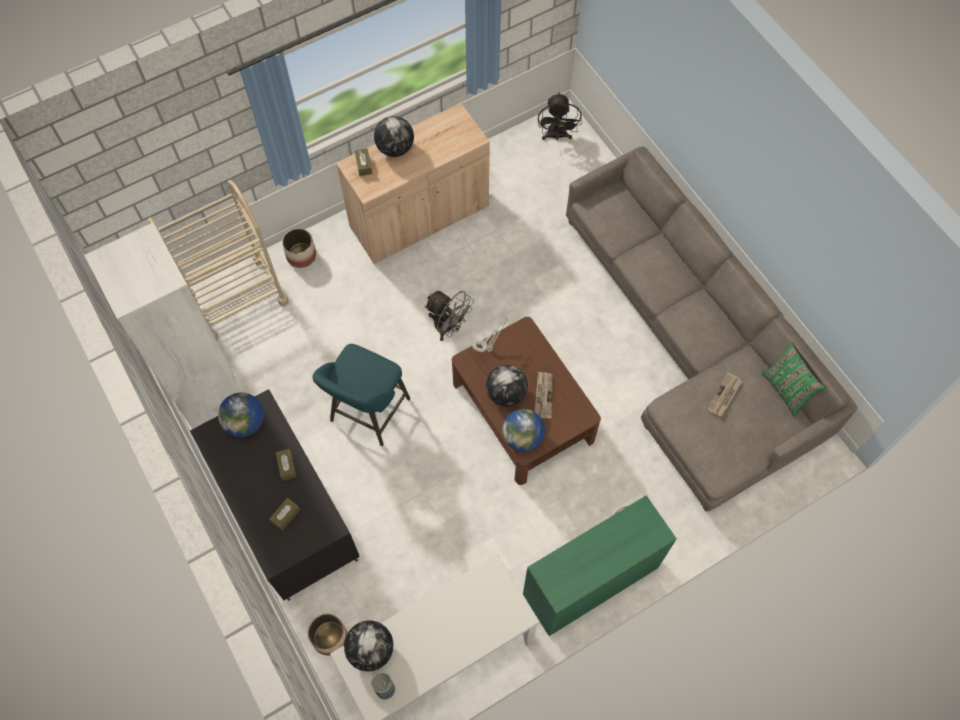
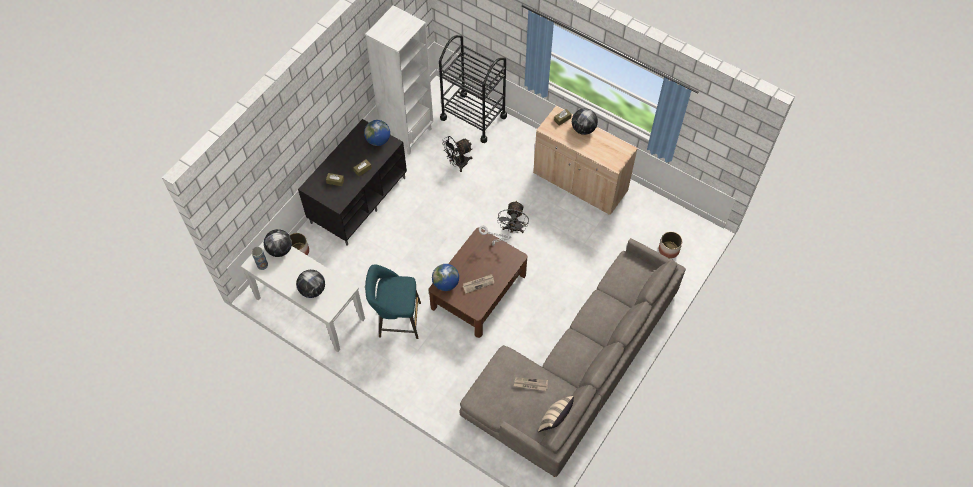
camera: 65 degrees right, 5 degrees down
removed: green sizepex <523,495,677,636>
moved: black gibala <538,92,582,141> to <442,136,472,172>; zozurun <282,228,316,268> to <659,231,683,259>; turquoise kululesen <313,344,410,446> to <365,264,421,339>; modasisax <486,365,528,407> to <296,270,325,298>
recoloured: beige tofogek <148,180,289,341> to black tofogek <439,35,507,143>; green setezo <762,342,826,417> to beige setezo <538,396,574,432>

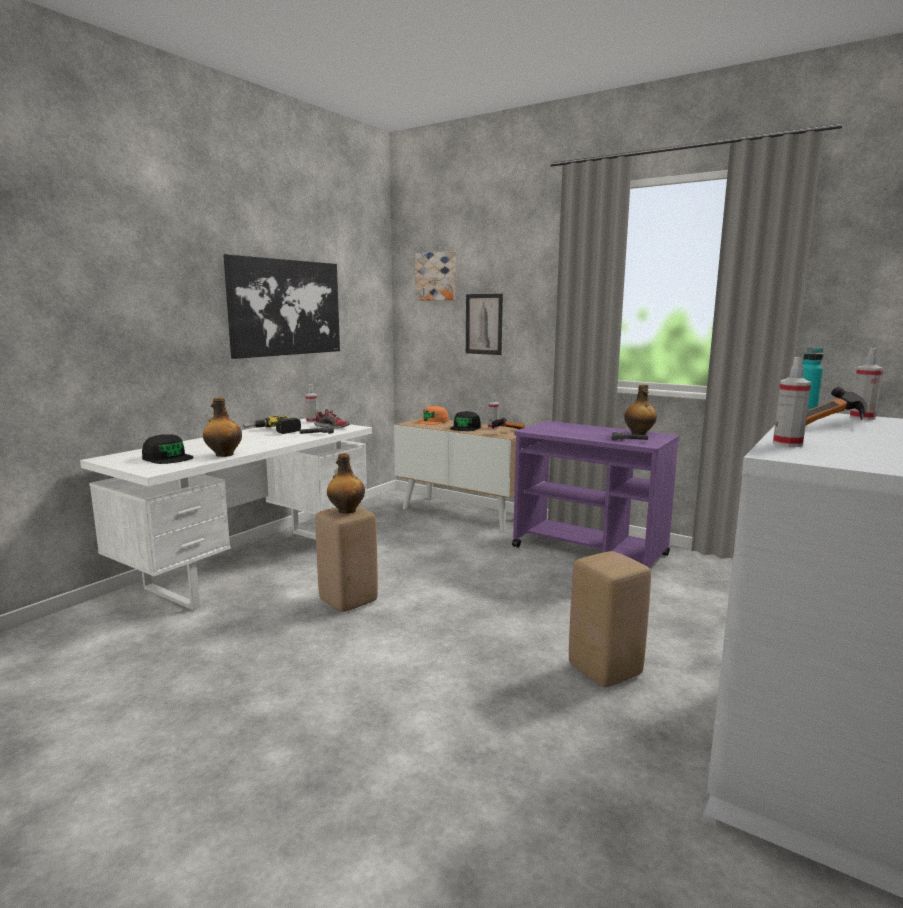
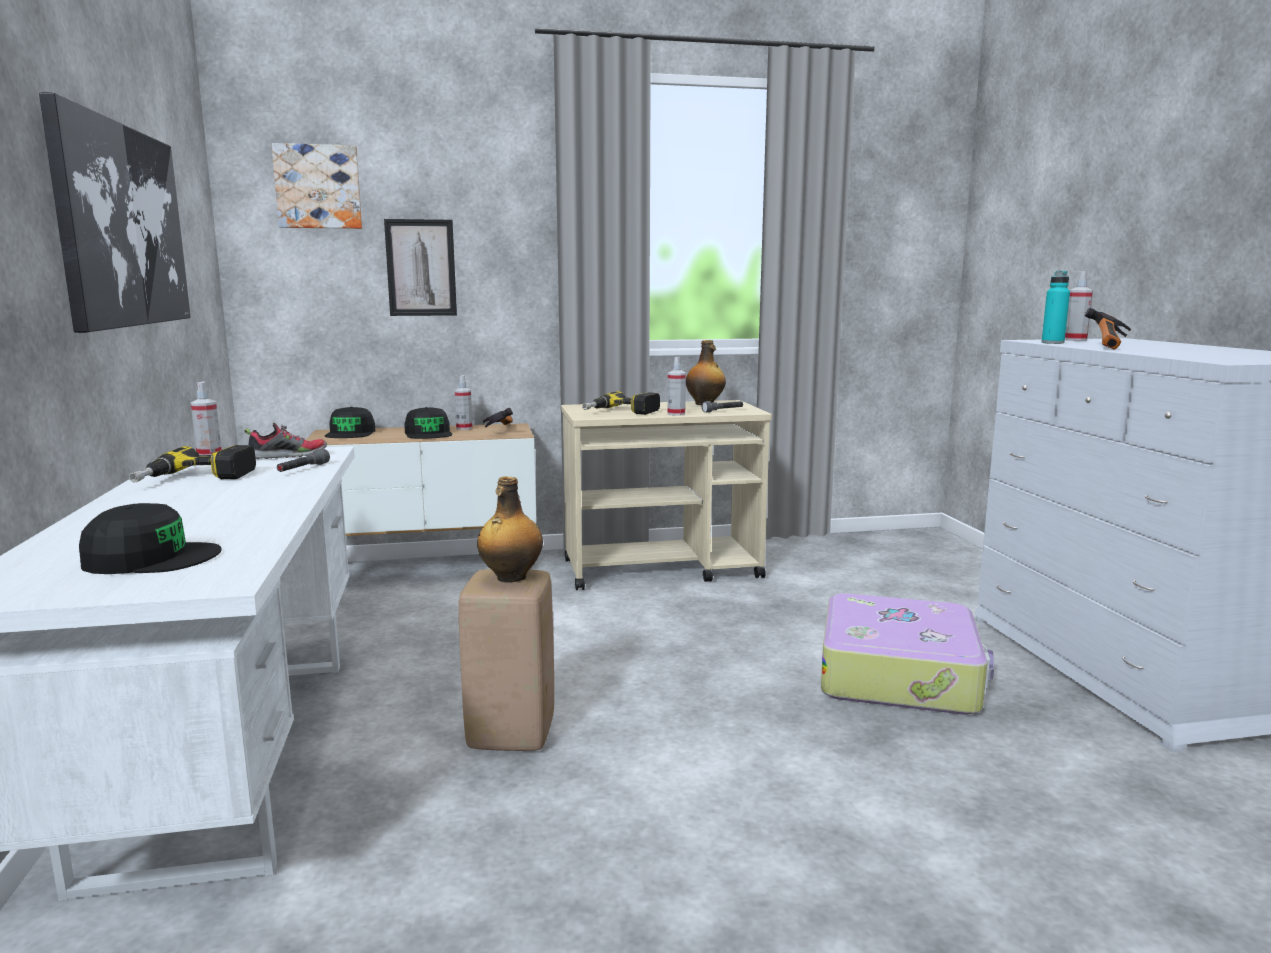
camera: 45 degrees left, 0 degrees up
removed: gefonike <203,397,242,457>
added: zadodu <582,391,660,415>
moved: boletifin <773,357,811,447> to <668,357,686,416>
replaced: beige kululesen <569,551,651,687> to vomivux <821,593,994,715>
recoloured: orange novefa <416,406,449,424> to black novefa <325,407,375,438>; purple tofogek <512,421,680,567> to beige tofogek <561,400,772,590>

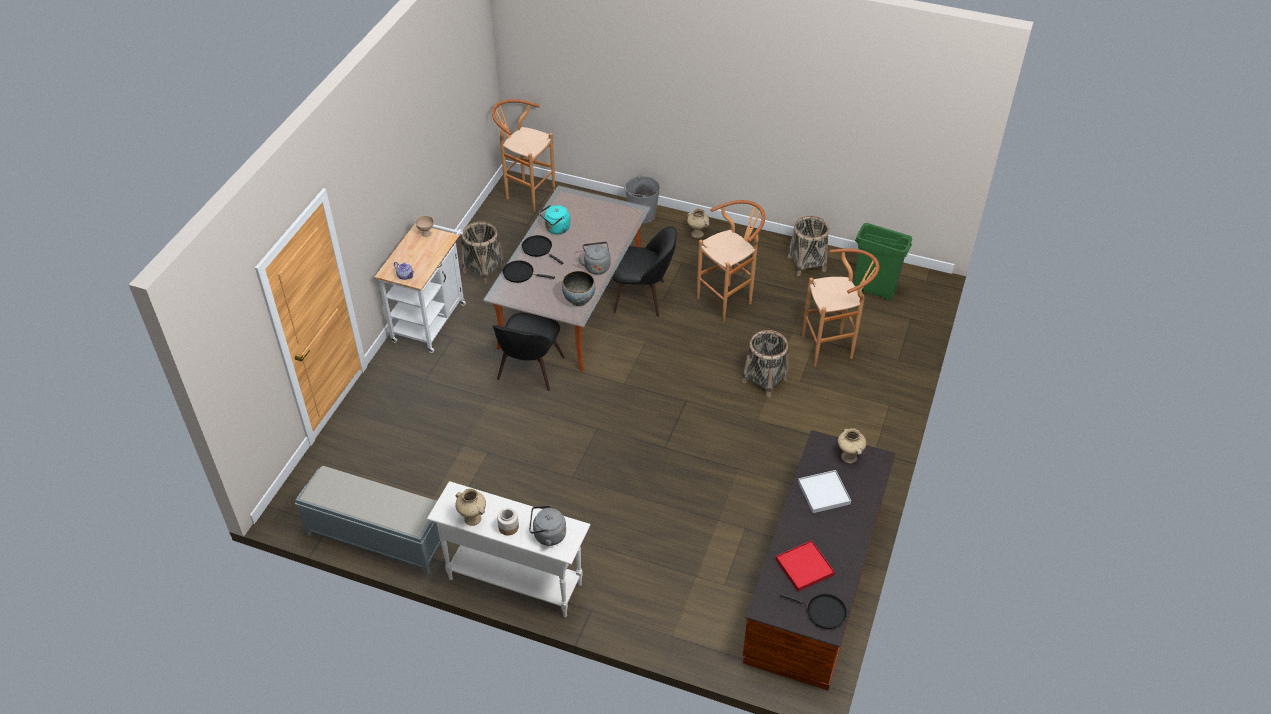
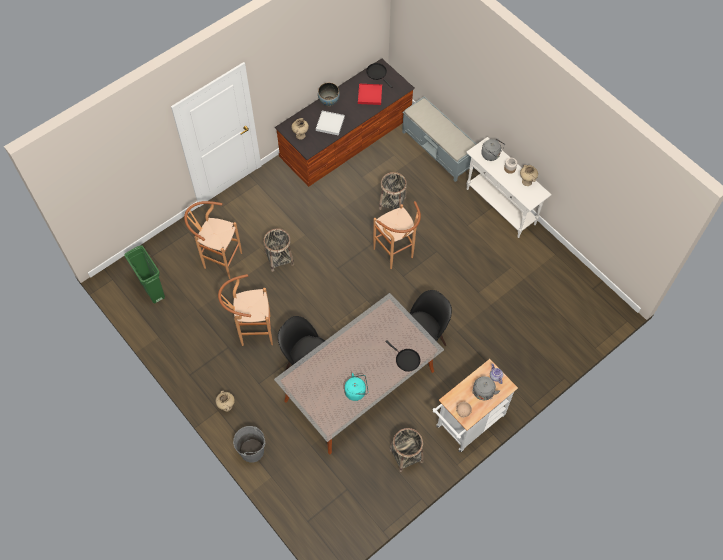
camera: 150 degrees left, 15 degrees up
removed: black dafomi <522,235,564,264>
moved: brown kululesen <492,99,555,212> to <373,201,421,269>; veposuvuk <788,216,829,276> to <379,172,407,210>; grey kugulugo <578,242,611,274> to <472,376,500,400>; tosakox <562,271,595,306> to <318,83,340,106>; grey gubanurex <295,466,448,575> to <402,97,476,182>

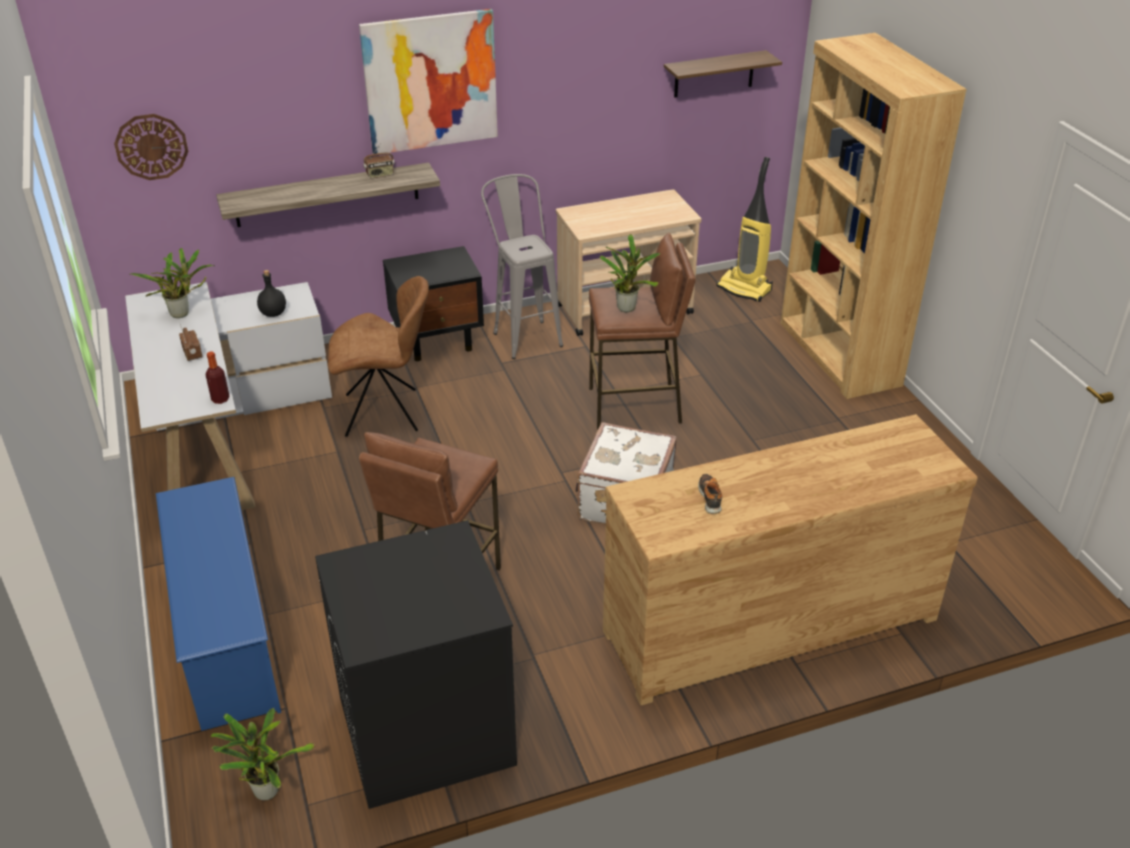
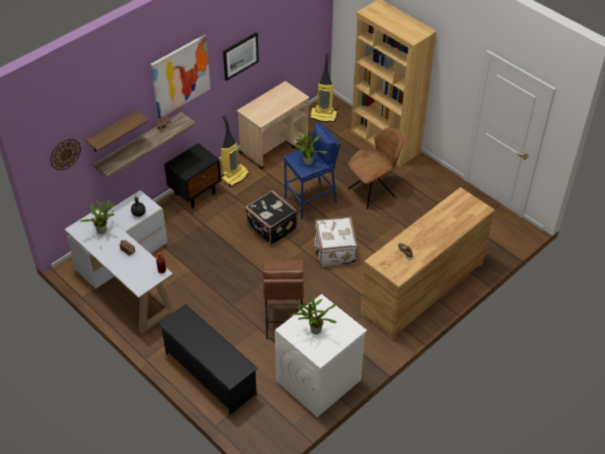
camera: 25 degrees left, 10 degrees up
added: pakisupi <223,32,259,81>; black vomivux <245,190,297,245>
moved: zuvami <664,50,782,97> to <85,110,150,152>; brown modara <328,276,429,437> to <348,127,403,209>; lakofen <210,708,314,800> to <291,296,336,334>
replaced: grey kululesen <481,174,563,359> to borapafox <221,115,250,187>
recoloured: brown kululesen <589,233,696,430> to blue kululesen <283,122,340,219>; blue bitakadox <156,477,281,731> to black bitakadox <158,304,258,414>; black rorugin <315,520,517,809> to white rorugin <275,294,367,417>

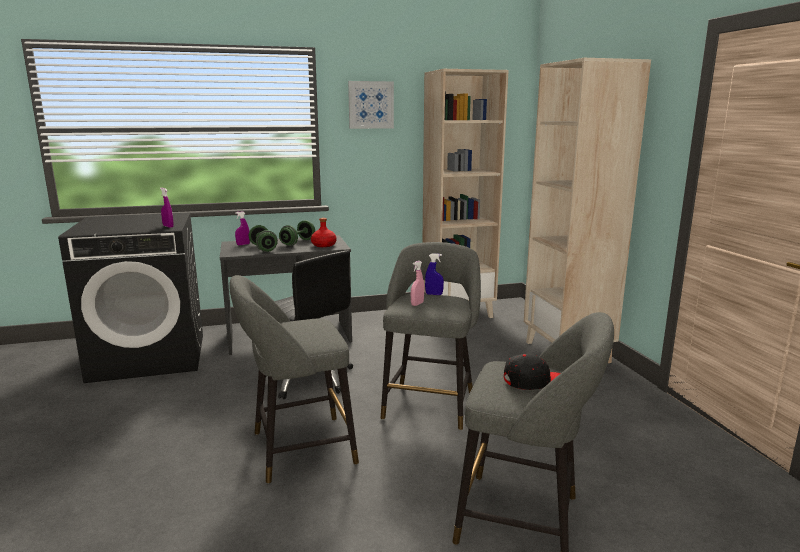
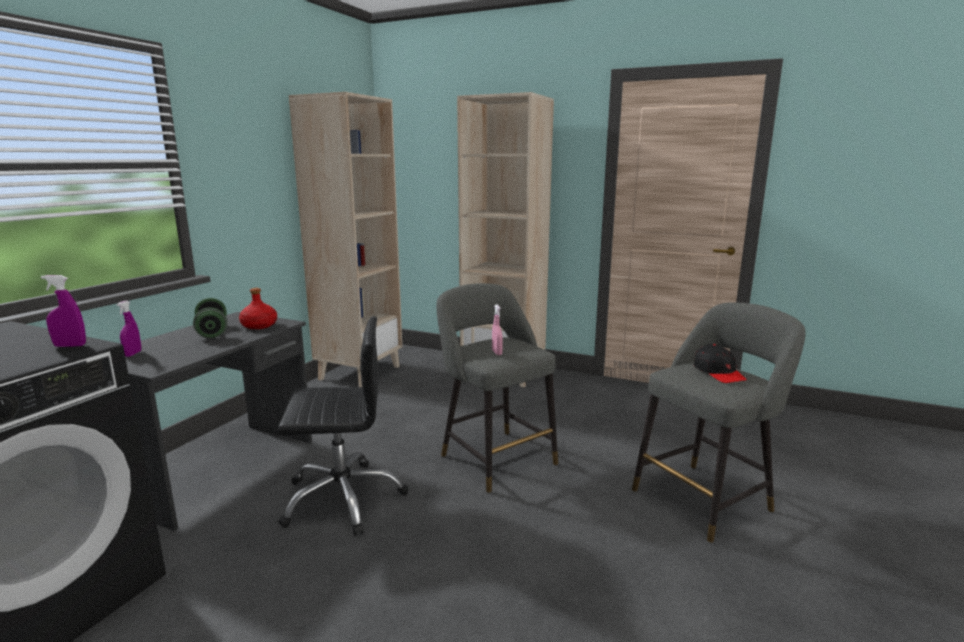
camera: 50 degrees left, 0 degrees up
removed: pakisupi <348,81,394,129>; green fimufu <249,225,278,252>; blue boletifin <425,253,444,295>; grey kululesen <229,275,359,484>
turned: black novefa <503,354,561,390> = <694,344,747,383> 135 degrees clockwise

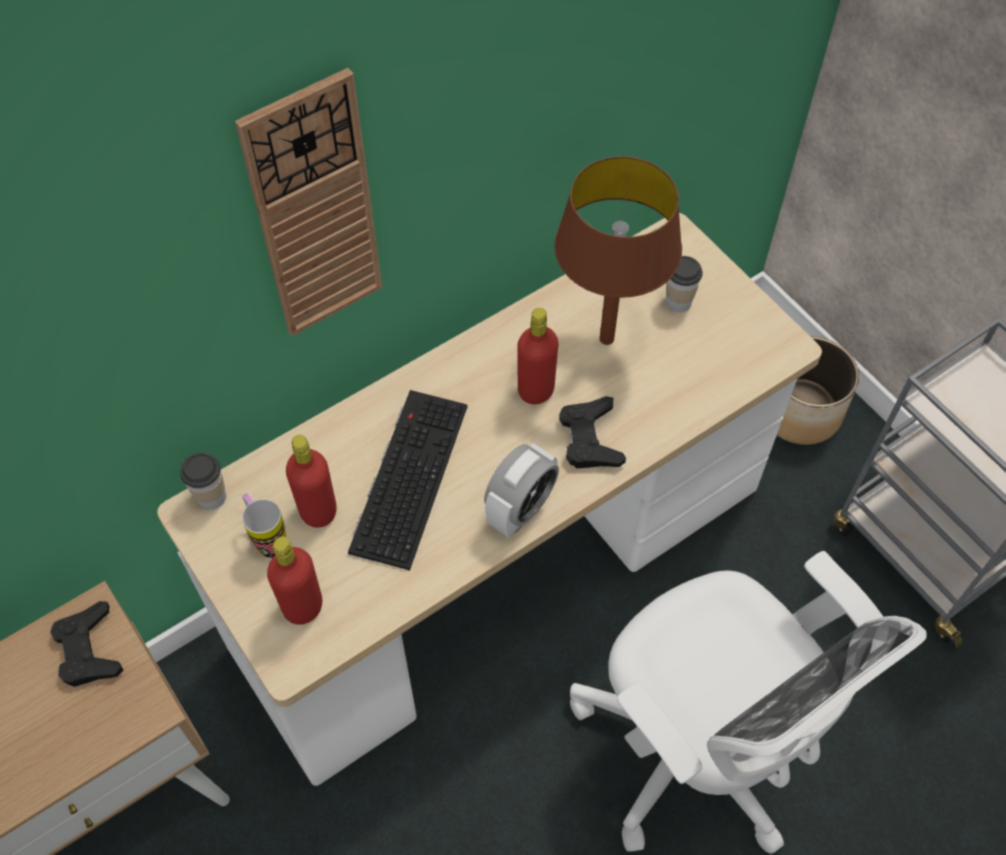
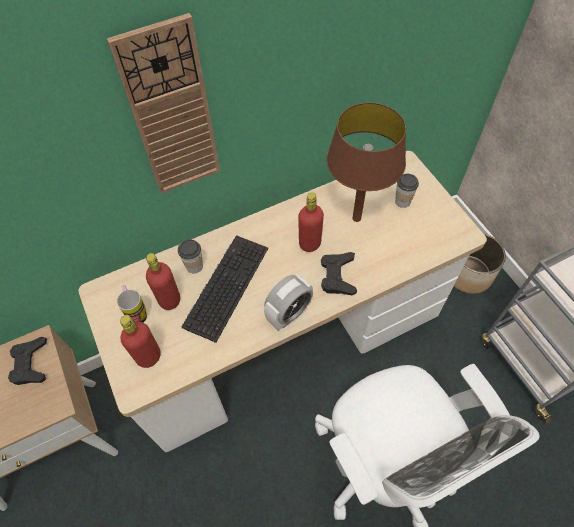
camera: 10 degrees right, 0 degrees up
moved: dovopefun <180,453,226,510> to <178,239,203,273>

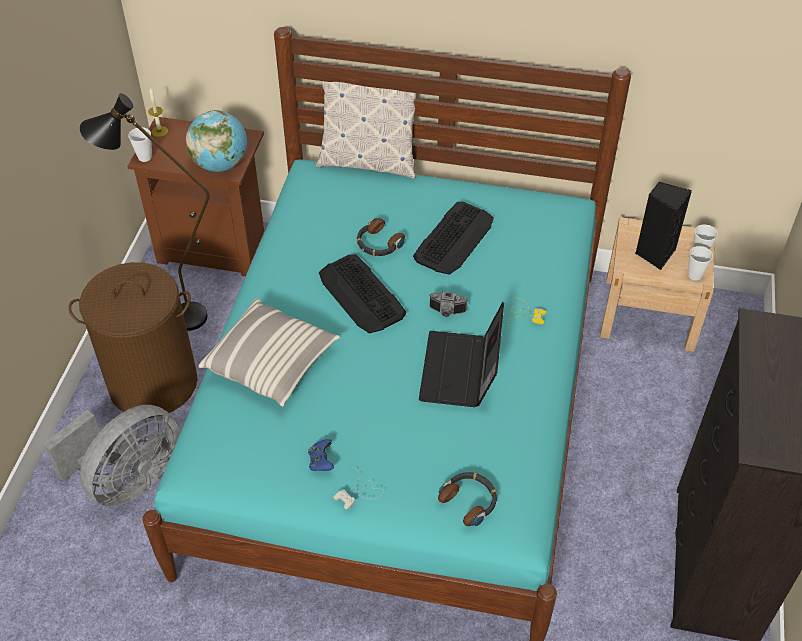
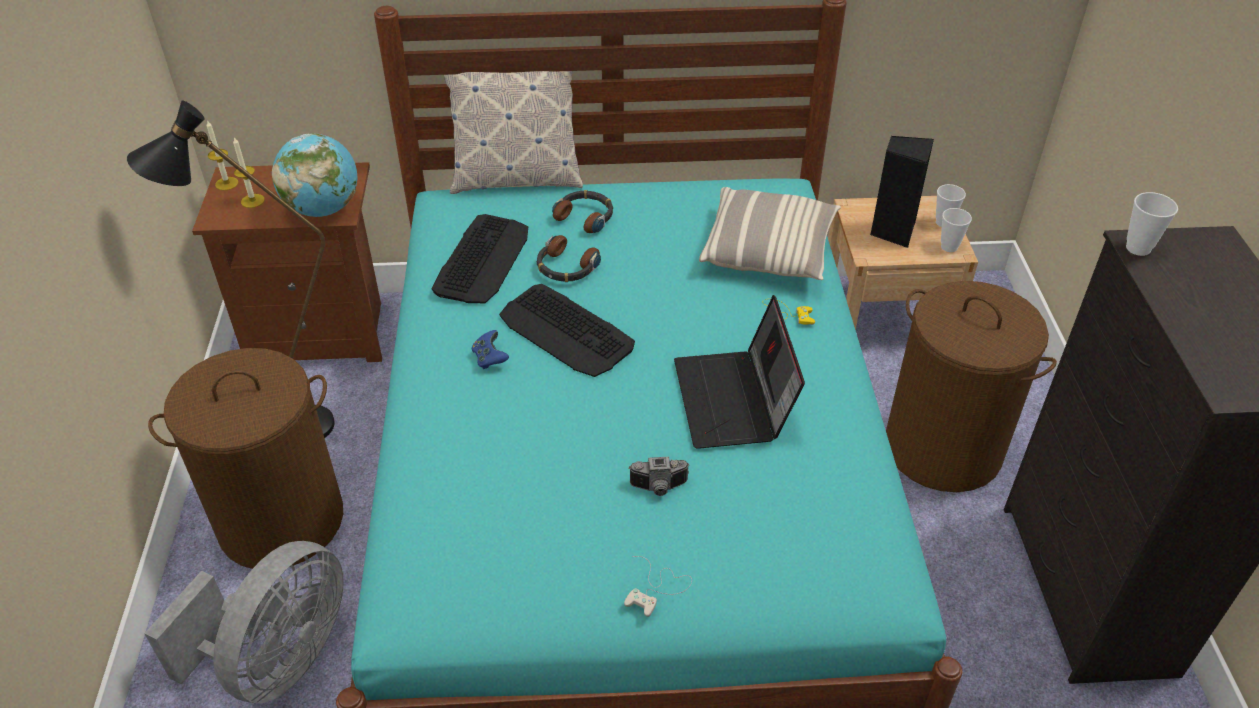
camera: 15 degrees left, 5 degrees down
added: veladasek <233,137,265,208>; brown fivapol <886,281,1057,492>
moved: dovopefun <128,127,152,162> to <1126,192,1178,256>; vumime <413,202,494,275> to <432,214,528,303>; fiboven <429,291,468,317> to <628,457,689,496>; setezo <198,298,340,406> to <699,187,841,280>; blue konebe <308,439,334,471> to <472,330,509,369>; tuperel <438,472,497,526> to <552,190,613,233>

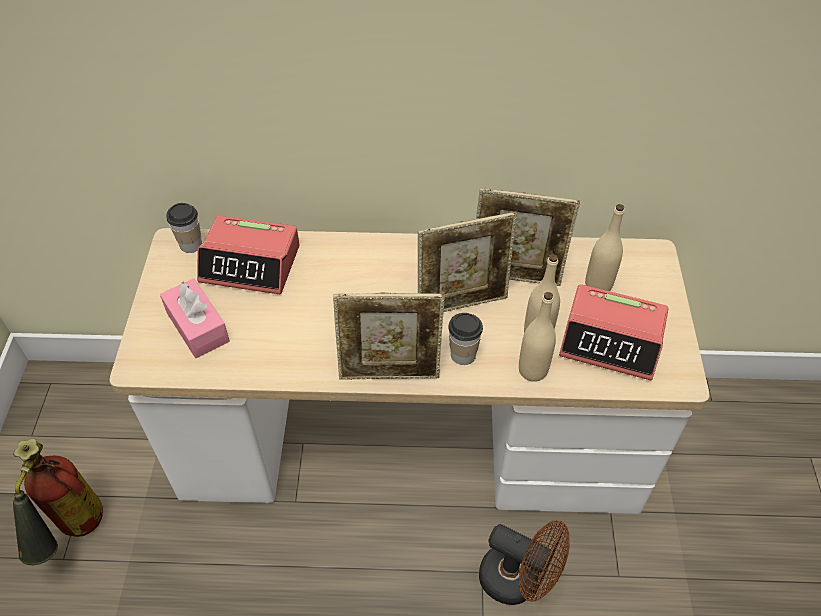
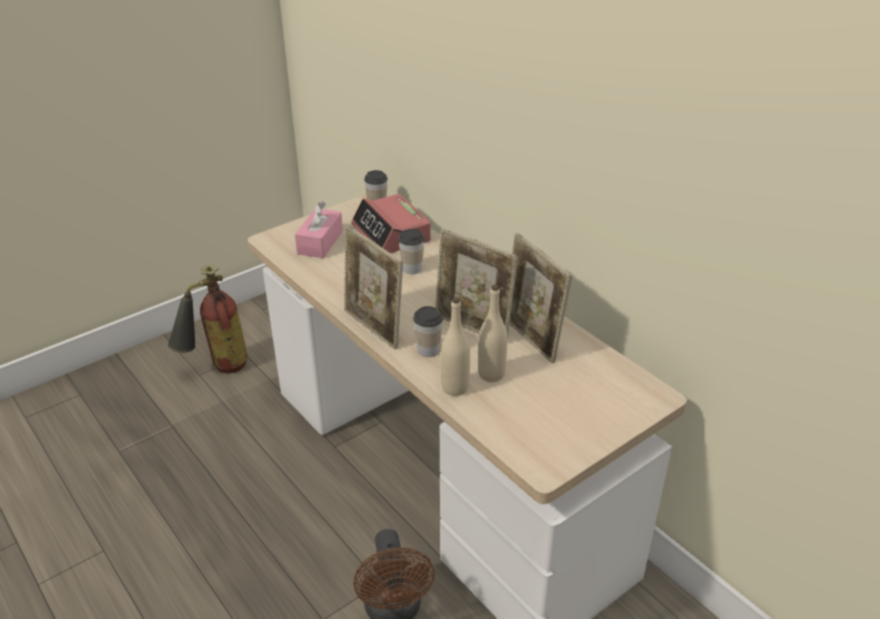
camera: 50 degrees right, 15 degrees down
removed: beige gefonike <585,204,624,291>; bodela <559,284,669,381>
added: dovopefun <398,229,425,274>

